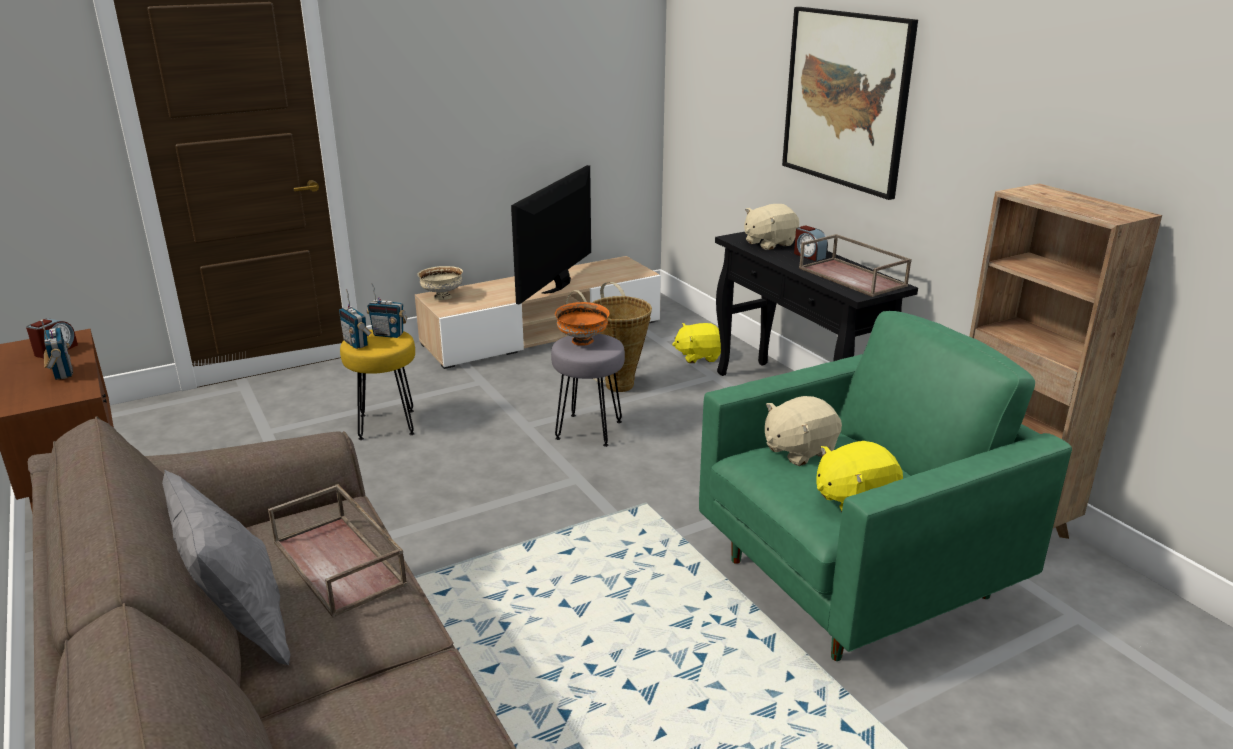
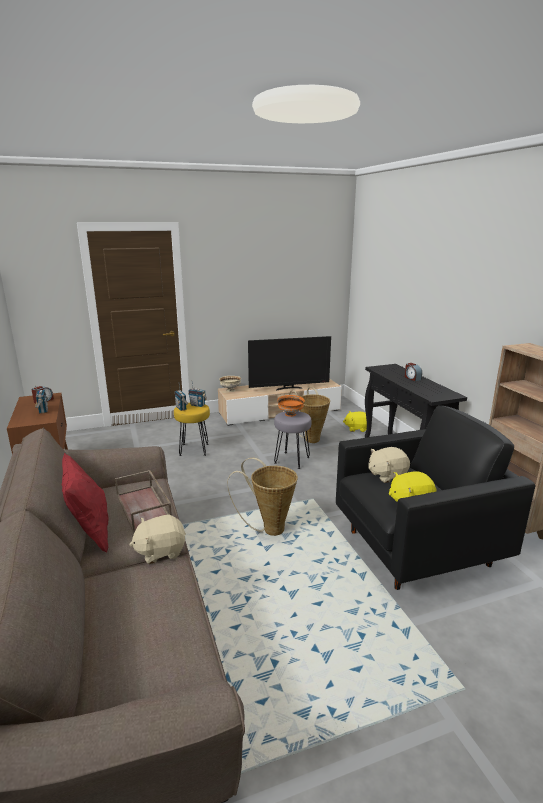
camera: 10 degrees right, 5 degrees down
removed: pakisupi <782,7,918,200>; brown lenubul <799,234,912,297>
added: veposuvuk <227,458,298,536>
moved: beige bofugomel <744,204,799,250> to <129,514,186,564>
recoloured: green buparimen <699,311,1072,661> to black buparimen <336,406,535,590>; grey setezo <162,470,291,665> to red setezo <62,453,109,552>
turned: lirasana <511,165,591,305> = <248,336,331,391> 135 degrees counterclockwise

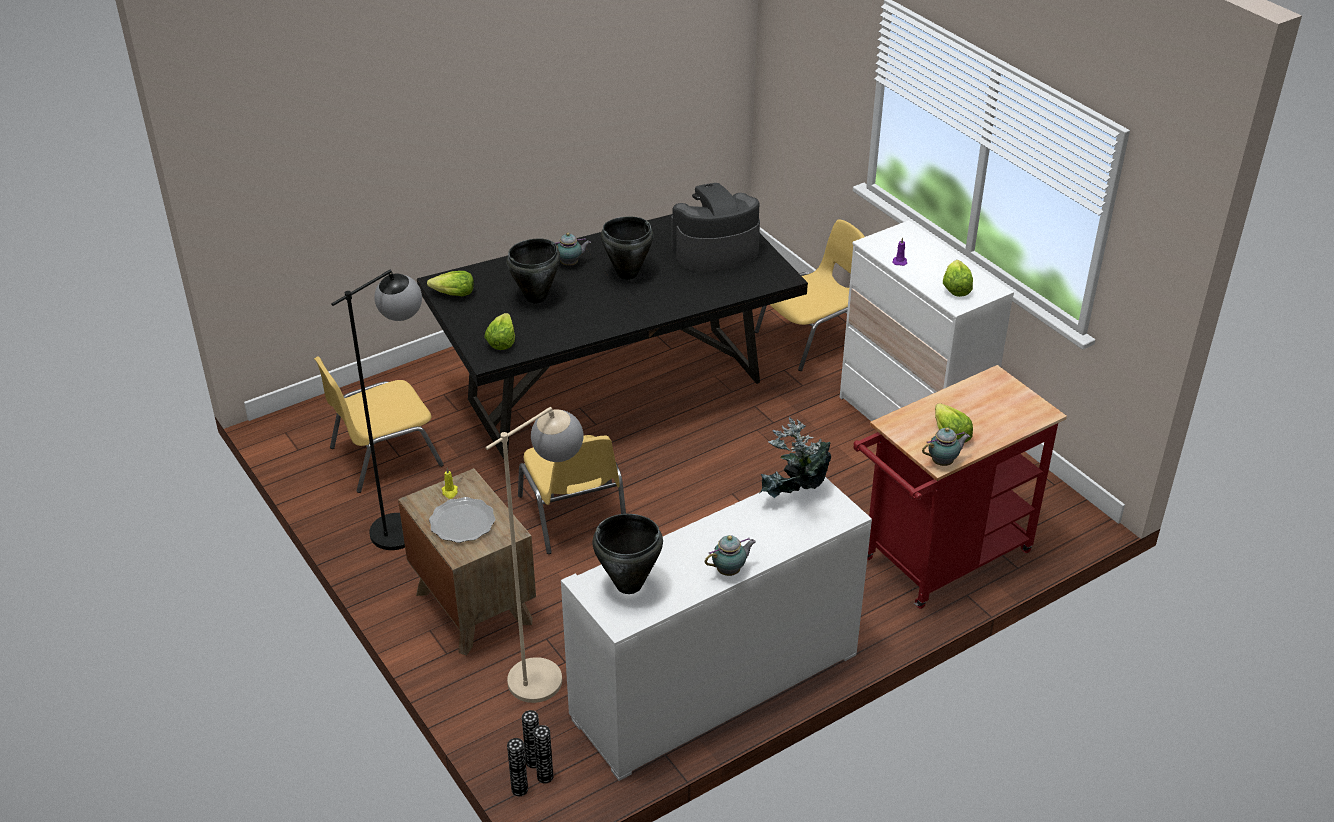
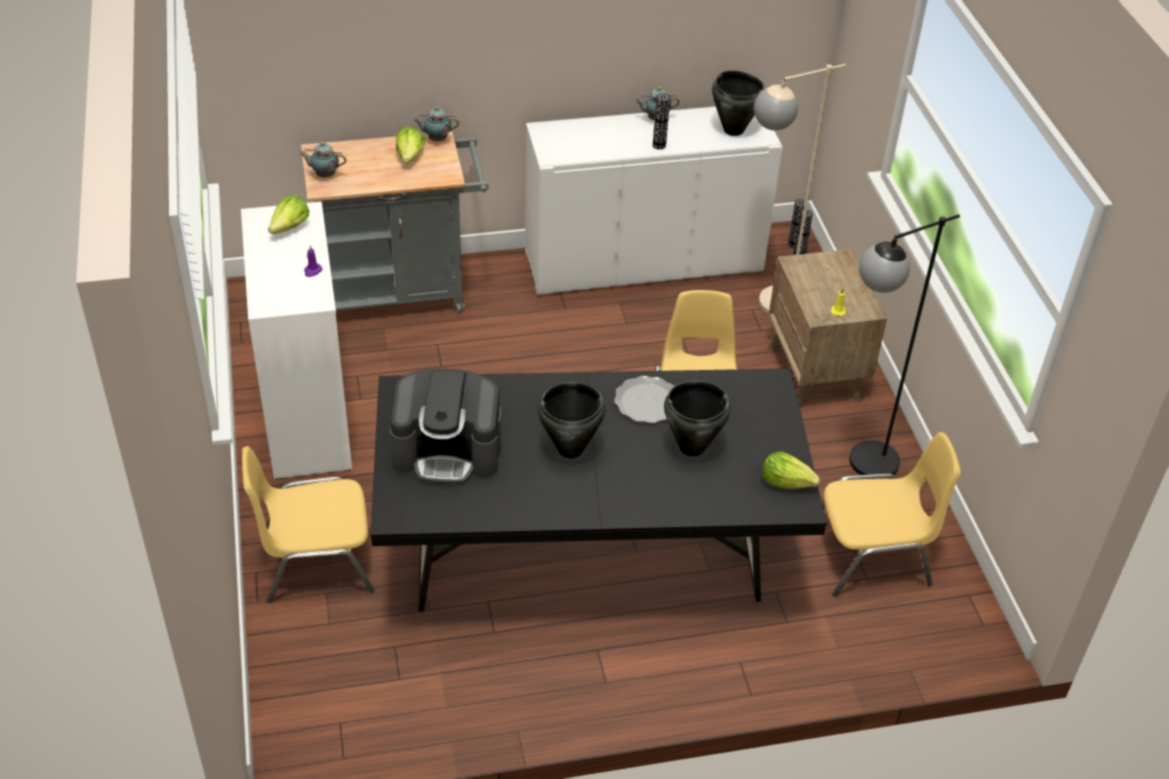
camera: 160 degrees left, 5 degrees up
removed: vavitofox <484,313,515,350>; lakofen <758,417,831,498>
moved: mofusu <555,232,591,266> to <300,142,347,177>; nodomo <429,497,495,543> to <614,376,674,423>; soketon <507,738,528,796> to <653,93,670,150>
recoloured: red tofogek <853,365,1067,609> to grey tofogek <301,132,489,313>

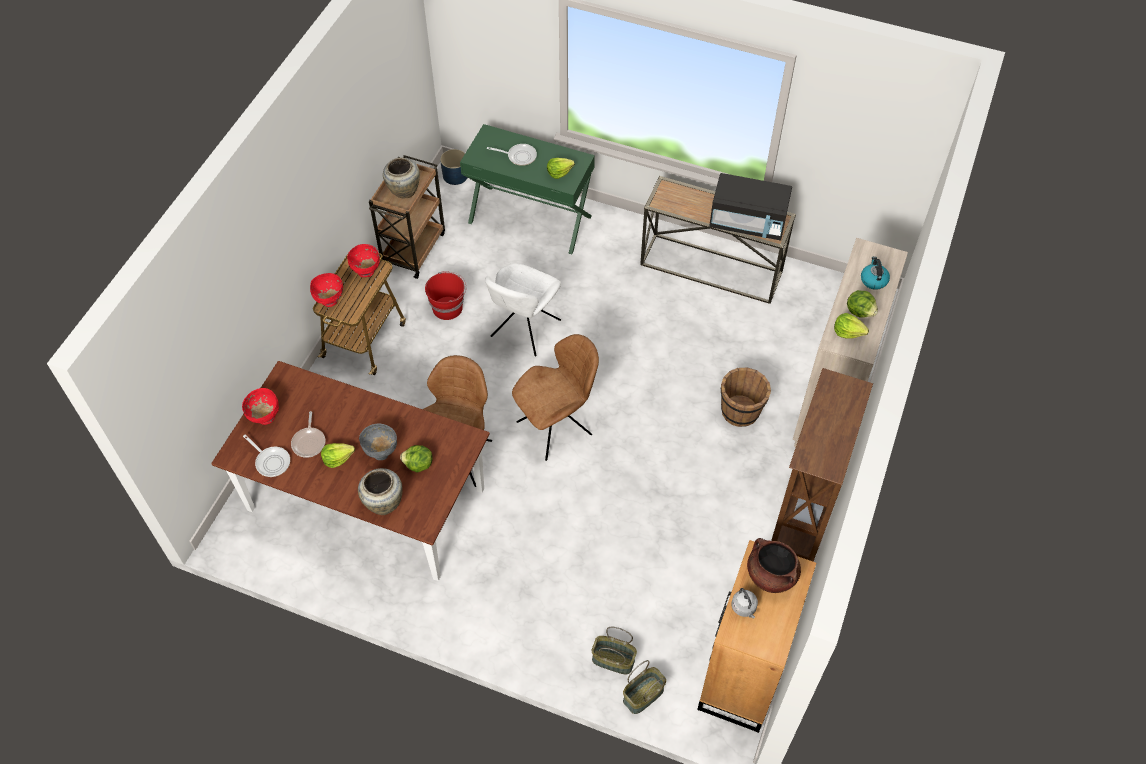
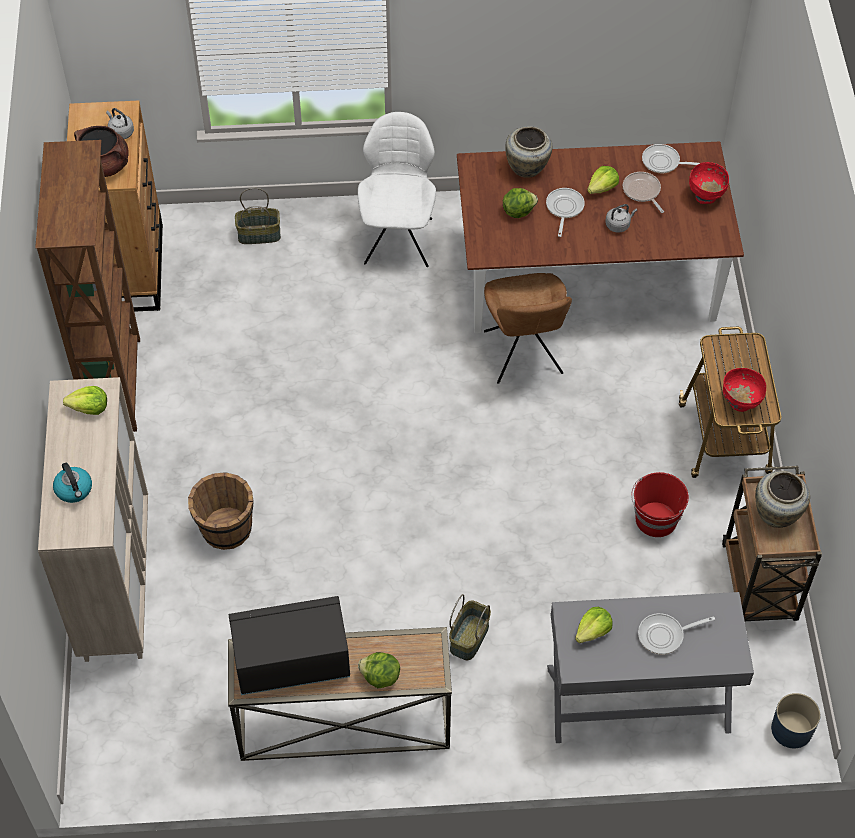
camera: 155 degrees right, 0 degrees up
removed: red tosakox <310,273,343,307>; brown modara <512,334,599,461>
added: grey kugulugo <605,204,637,232>
moved: white modara <485,263,561,356> to <358,112,436,267>; vavitofox <847,290,878,318> to <358,652,400,688>; veposuvuk <623,660,666,714> to <449,594,491,660>
replaced: grey tosakox <359,423,397,460> to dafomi <546,188,585,237>
recoloured: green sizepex <460,124,595,254> to grey sizepex <547,592,754,743>

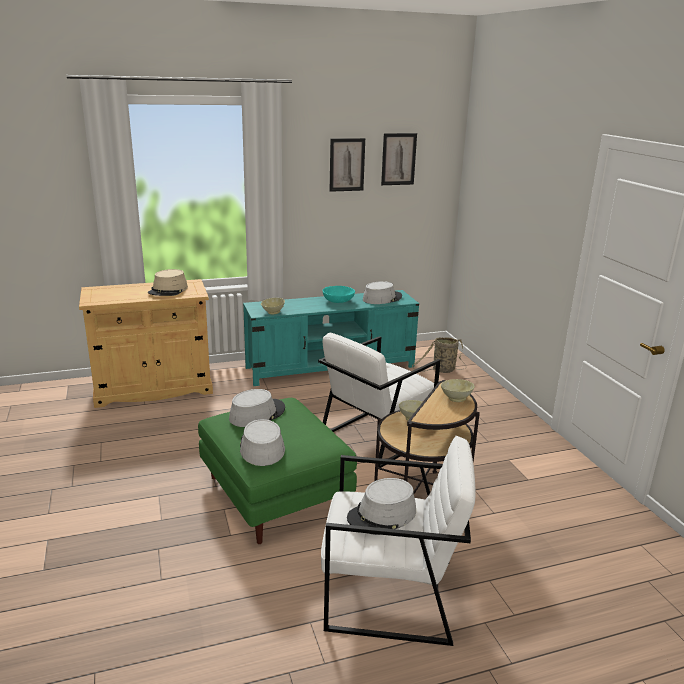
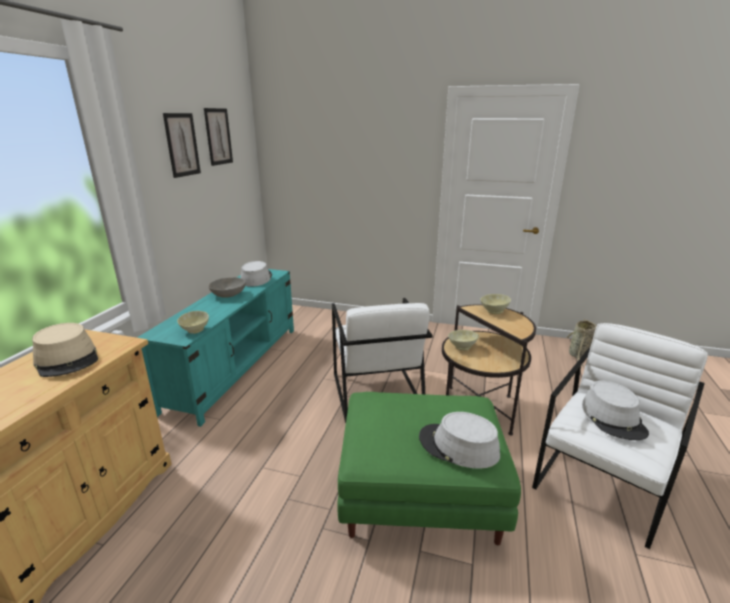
camera: 55 degrees left, 0 degrees up
removed: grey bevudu <229,389,285,427>
moved: veposuvuk <412,337,467,373> to <566,319,597,368>
recoloured: turquoise tosakox <323,286,355,303> to grey tosakox <208,277,246,298>

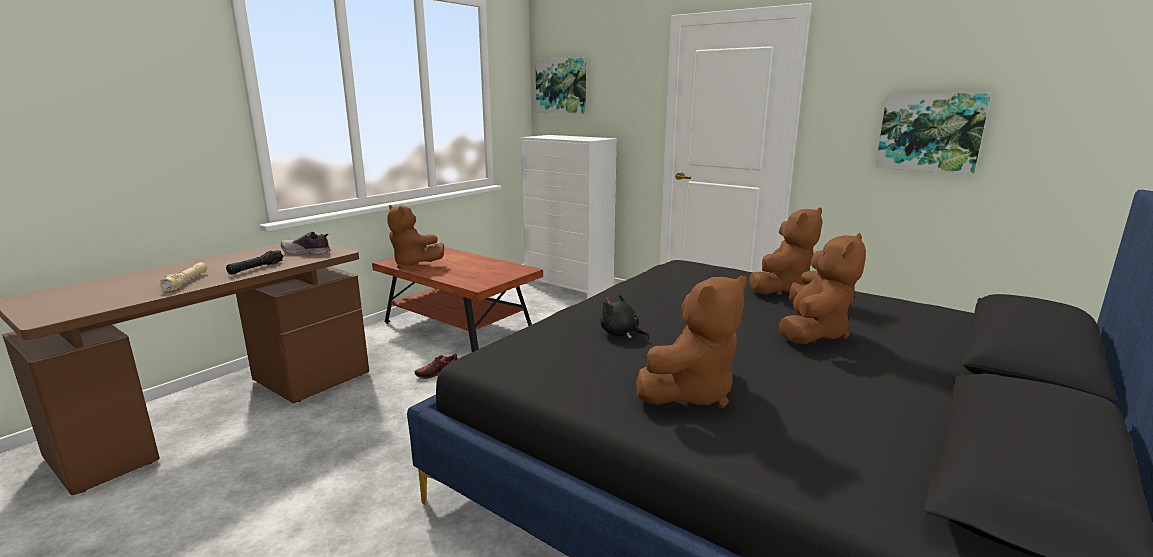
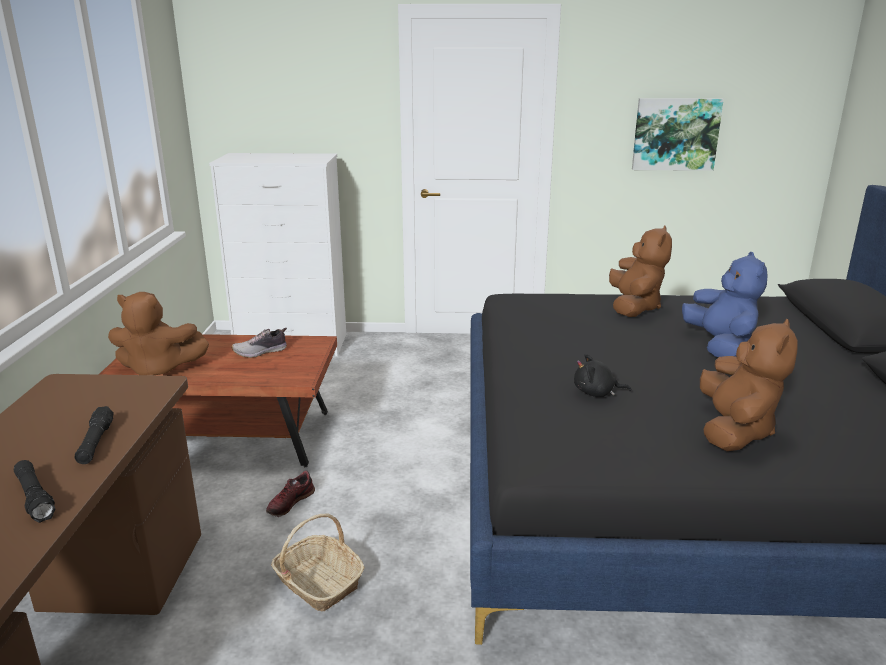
camera: 35 degrees left, 5 degrees up
removed: pakisupi <535,58,586,114>
added: veposuvuk <271,513,365,612>
moved: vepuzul <281,232,330,255> to <231,328,287,358>
recoloured: brown bofugomel <779,233,866,344> to blue bofugomel <682,252,768,357>; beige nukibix <159,262,207,291> to black nukibix <14,460,55,523>

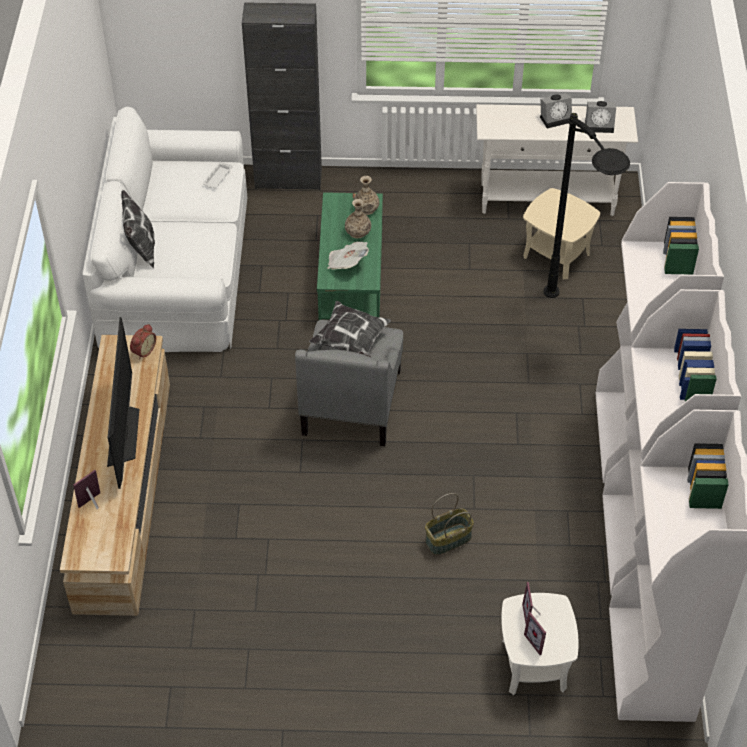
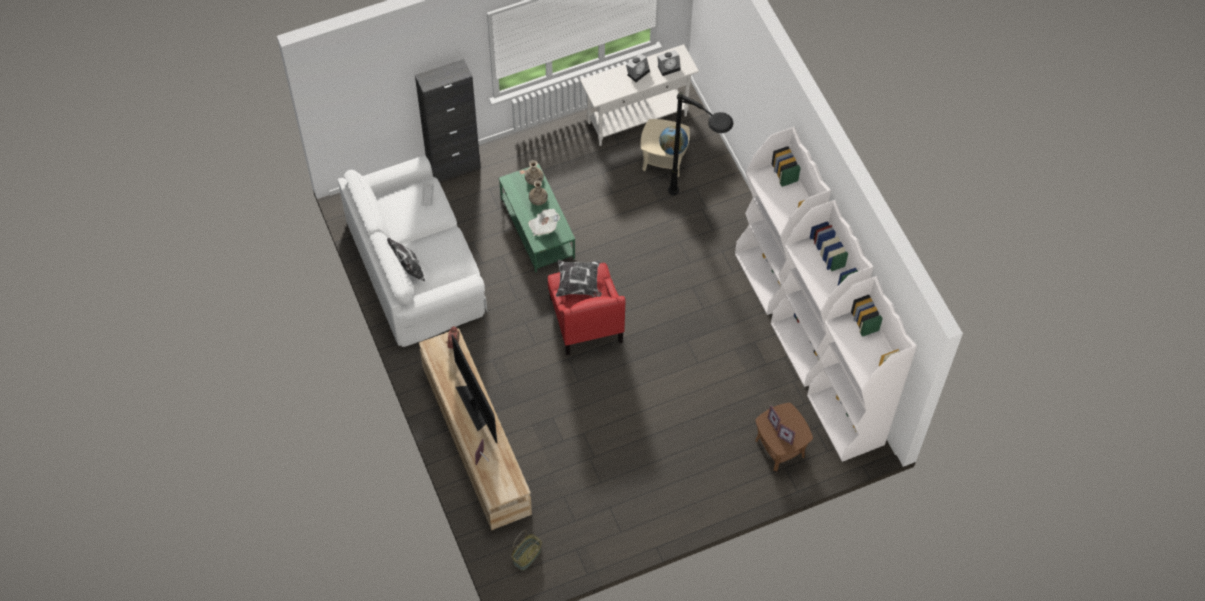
camera: 25 degrees left, 10 degrees up
added: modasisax <659,126,688,155>
moved: veposuvuk <425,493,474,555> to <512,530,542,571>
recoloured: grey buparimen <295,320,403,446> to red buparimen <547,263,626,356>; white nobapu <501,593,578,695> to brown nobapu <755,403,813,471>

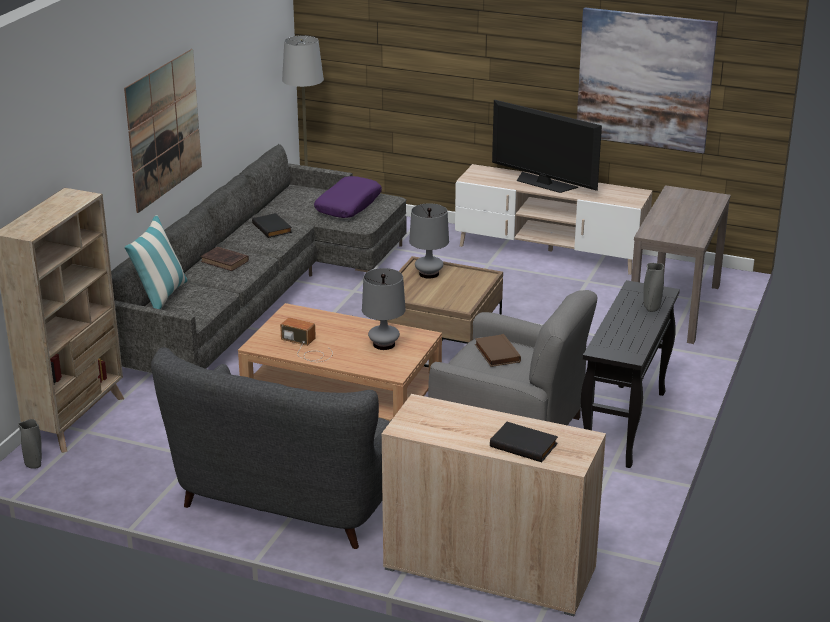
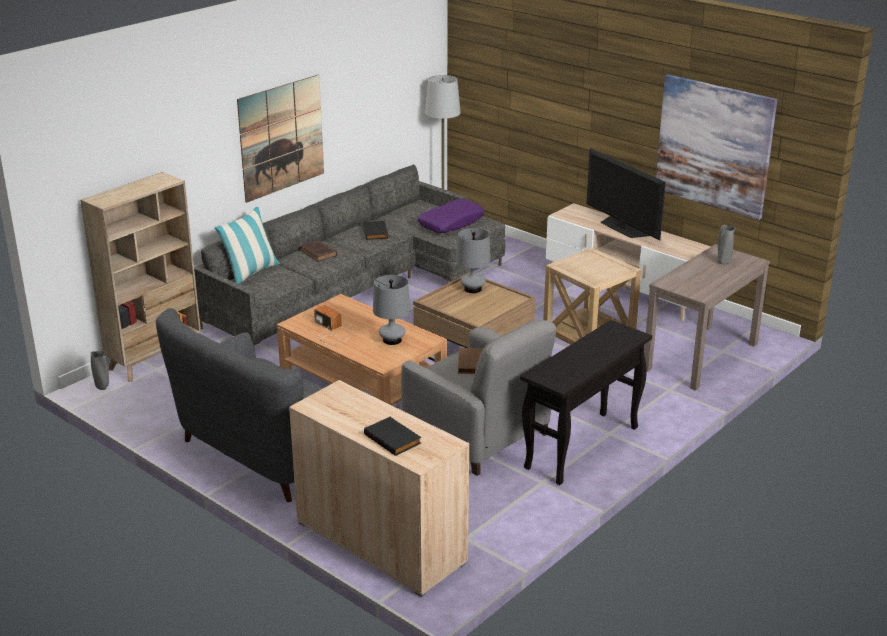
camera: 20 degrees right, 0 degrees up
added: beige nobapu <543,248,641,345>
moved: grey soketon <643,263,664,312> to <718,225,736,264>

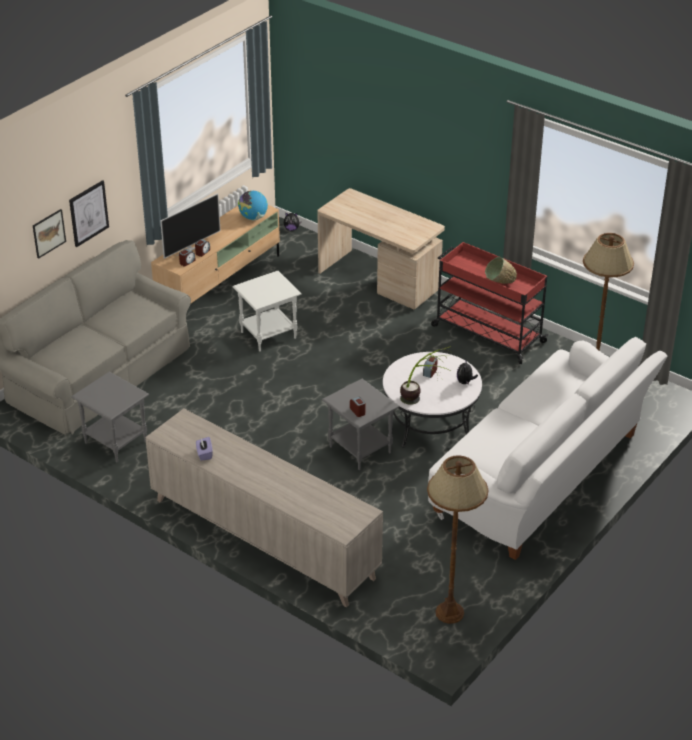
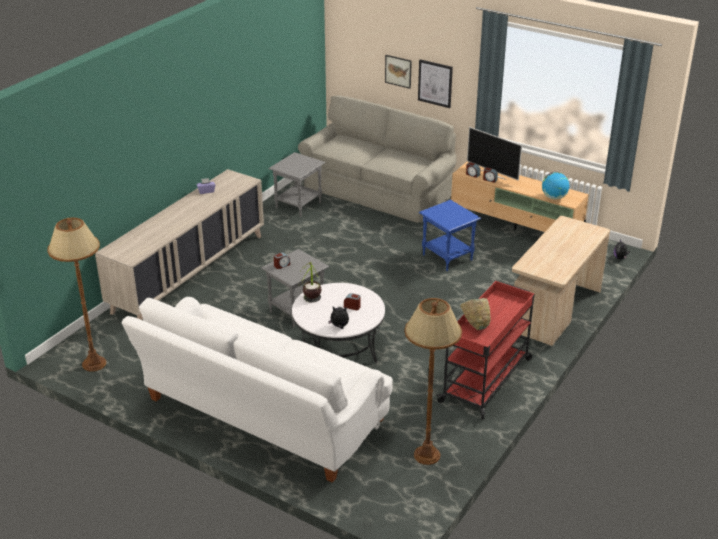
camera: 85 degrees right, 5 degrees down
recoloured: white nobapu <232,271,302,352> to blue nobapu <419,200,481,271>

